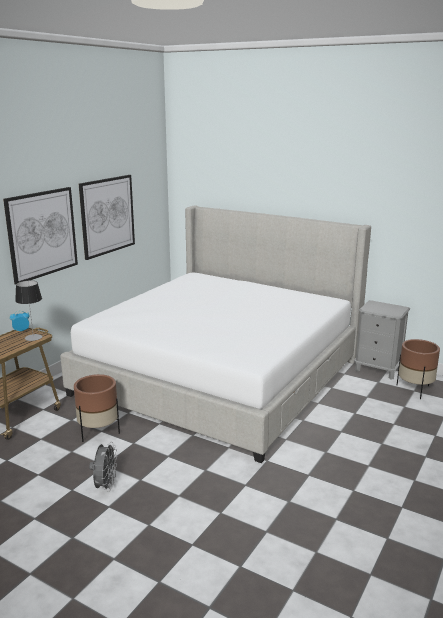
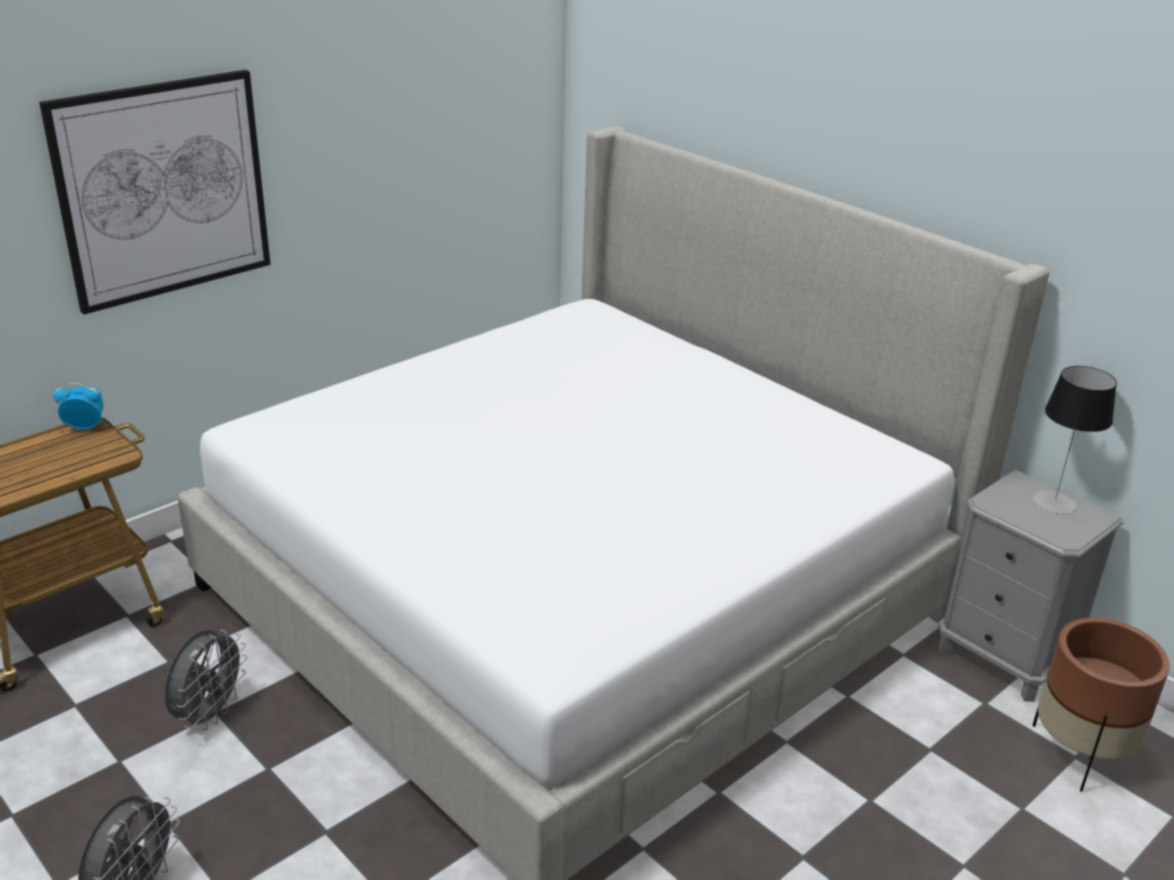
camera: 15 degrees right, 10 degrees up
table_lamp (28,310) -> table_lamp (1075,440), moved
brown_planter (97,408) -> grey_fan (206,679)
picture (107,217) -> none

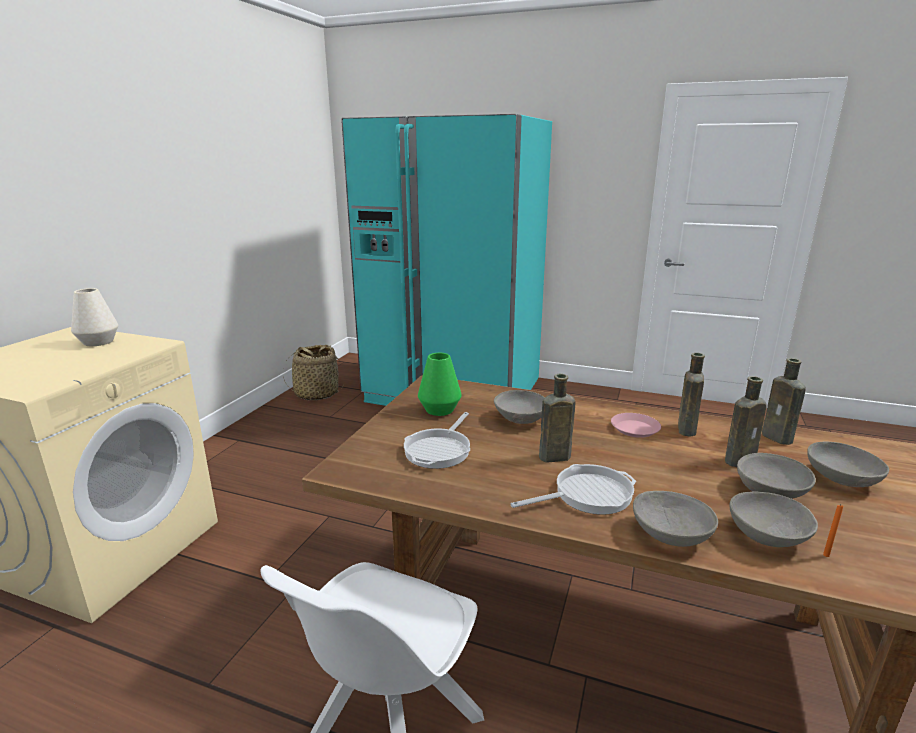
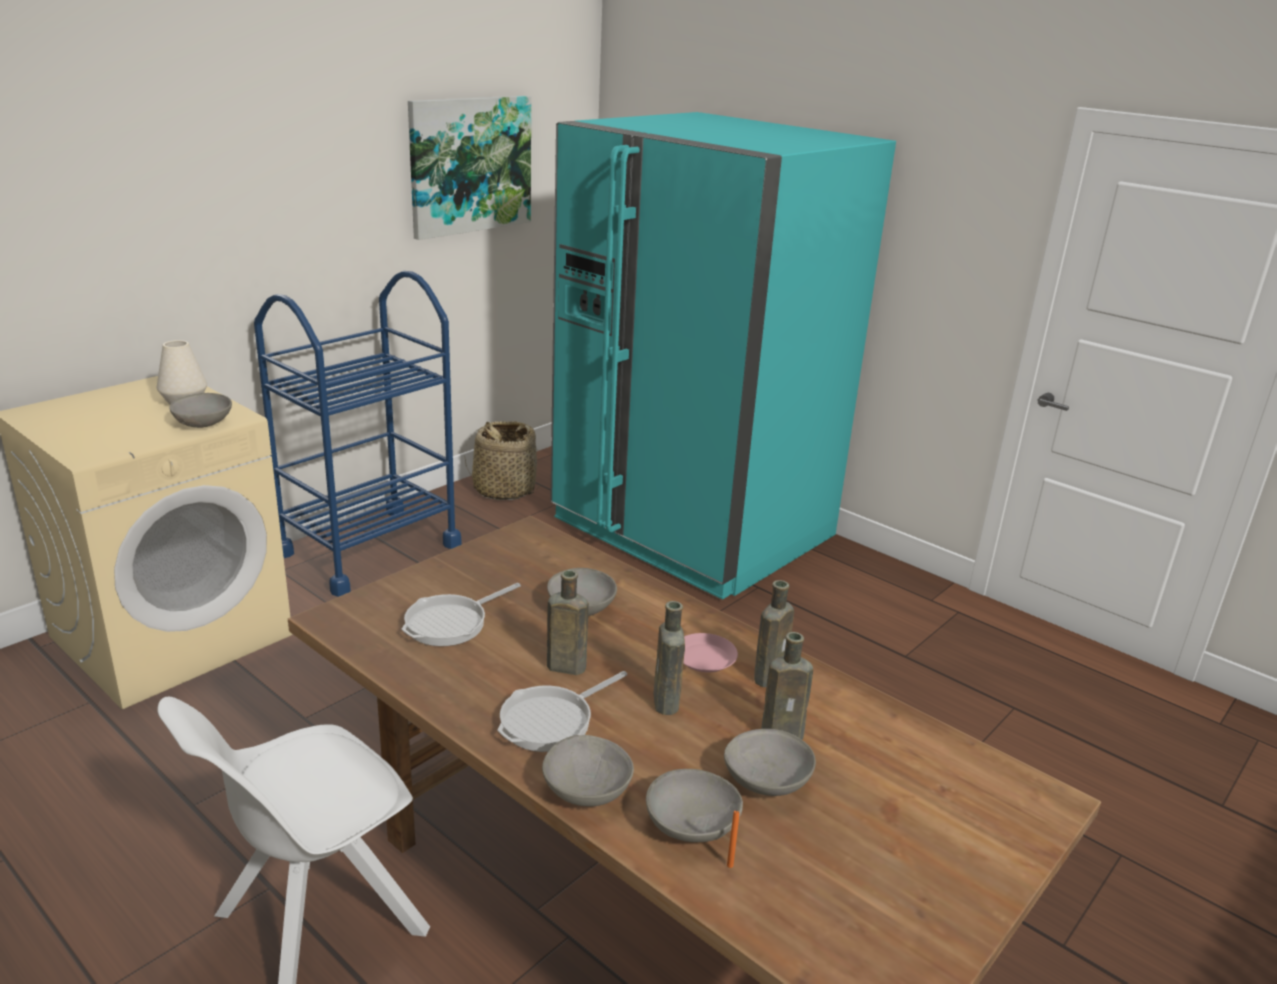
camera: 20 degrees right, 5 degrees up
green_vase (440,384) -> none
frying_pan (573,489) -> frying_pan (562,711), 135 degrees clockwise
brown_bottle (784,401) -> brown_bottle (669,658), moved
grey_bowl (848,464) -> grey_bowl (200,410), moved
none -> blue_cart (358,434)
none -> picture (469,168)

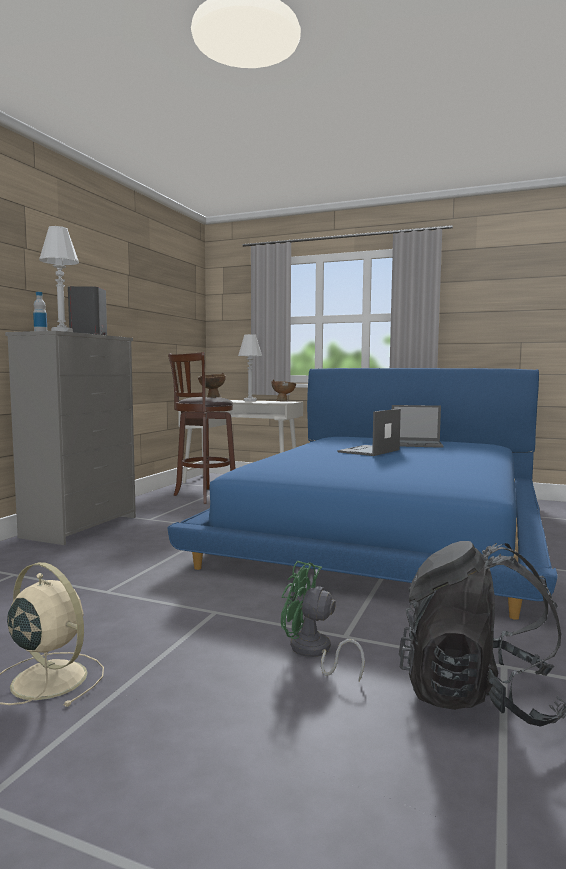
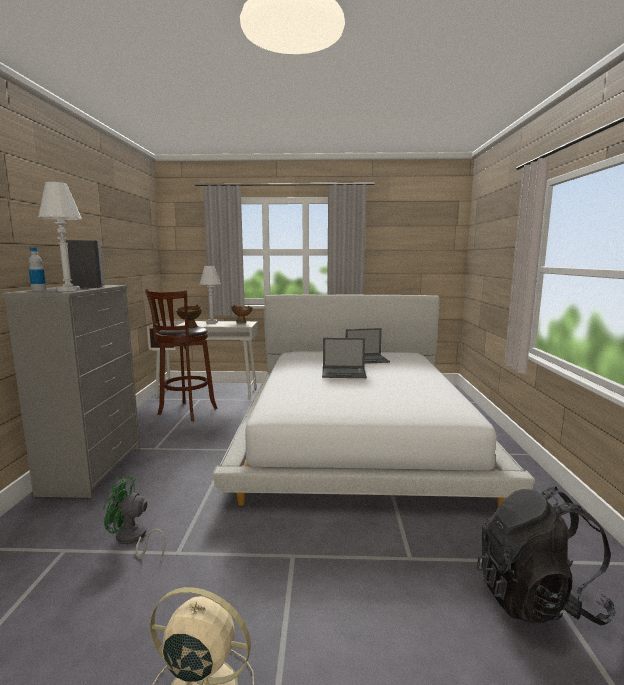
camera: 20 degrees left, 5 degrees up
blue_bed (363,494) -> white_bed (374,401)
green_fan (323,621) -> green_fan (134,516), moved
laptop (369,432) -> laptop (344,358), 105 degrees counterclockwise

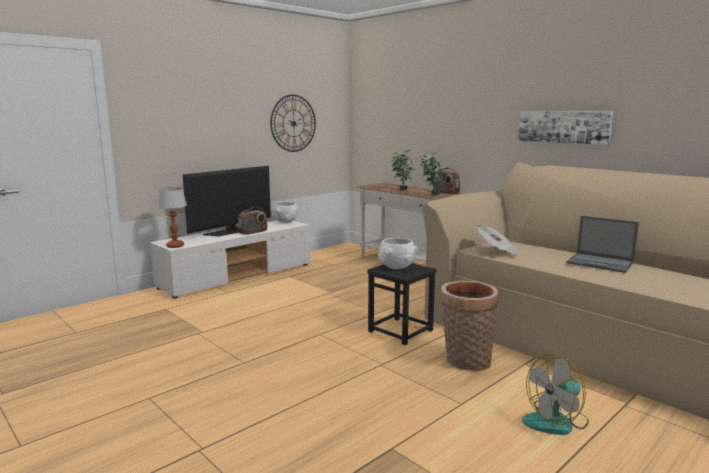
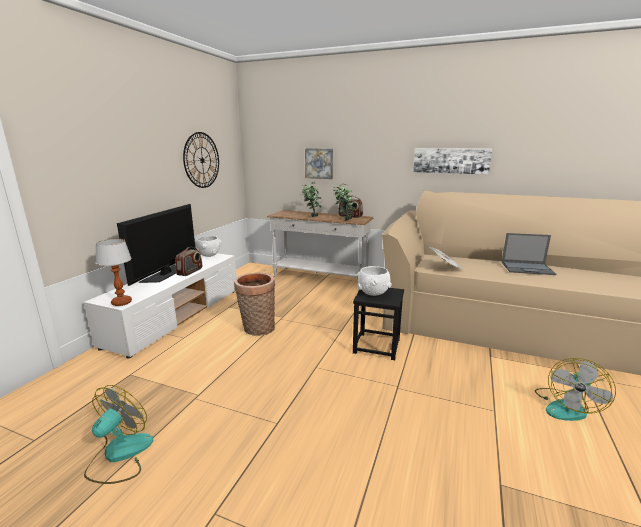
camera: 25 degrees left, 5 degrees up
basket (469,326) -> basket (254,304), moved
none -> fan (118,434)
none -> picture (319,163)

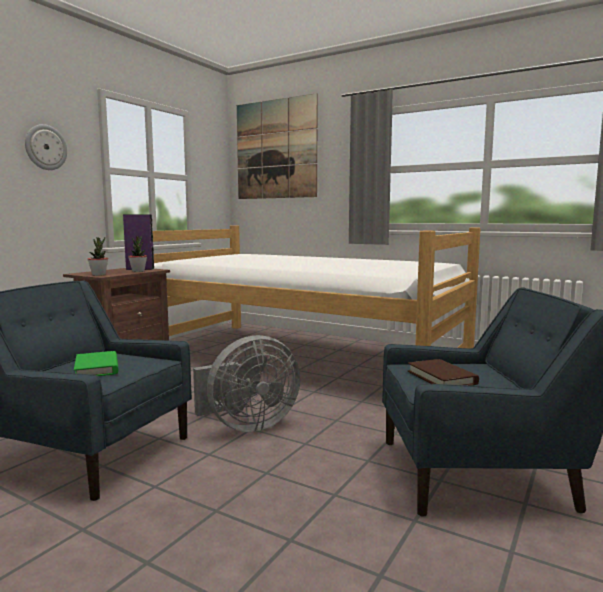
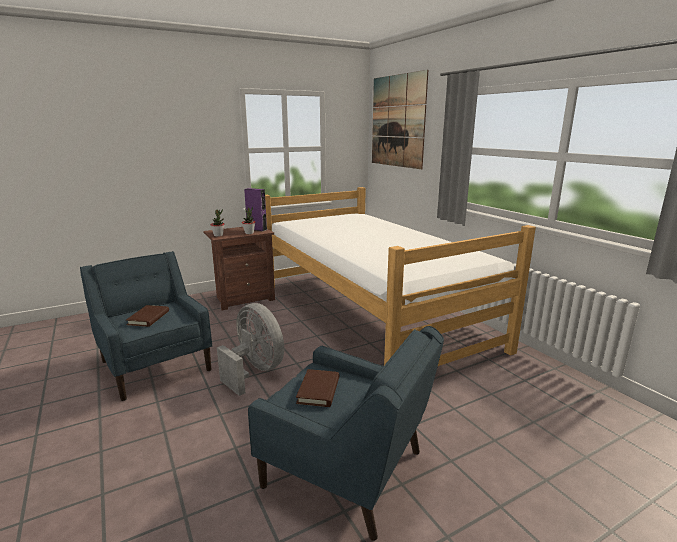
camera: 30 degrees right, 10 degrees up
wall_clock (46,147) -> none
green_book (96,363) -> brown_book (147,316)
grey_fan (246,383) -> grey_fan (250,349), 135 degrees counterclockwise

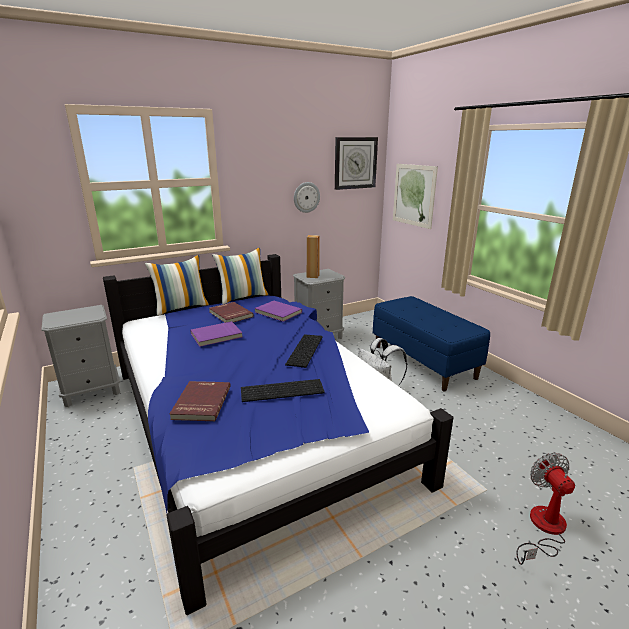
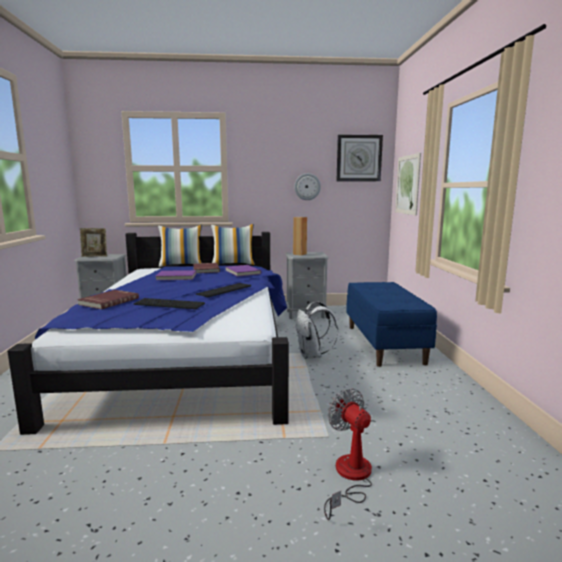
camera: 25 degrees right, 10 degrees down
fan (546,509) -> fan (348,454), 45 degrees counterclockwise
none -> picture_frame (93,242)

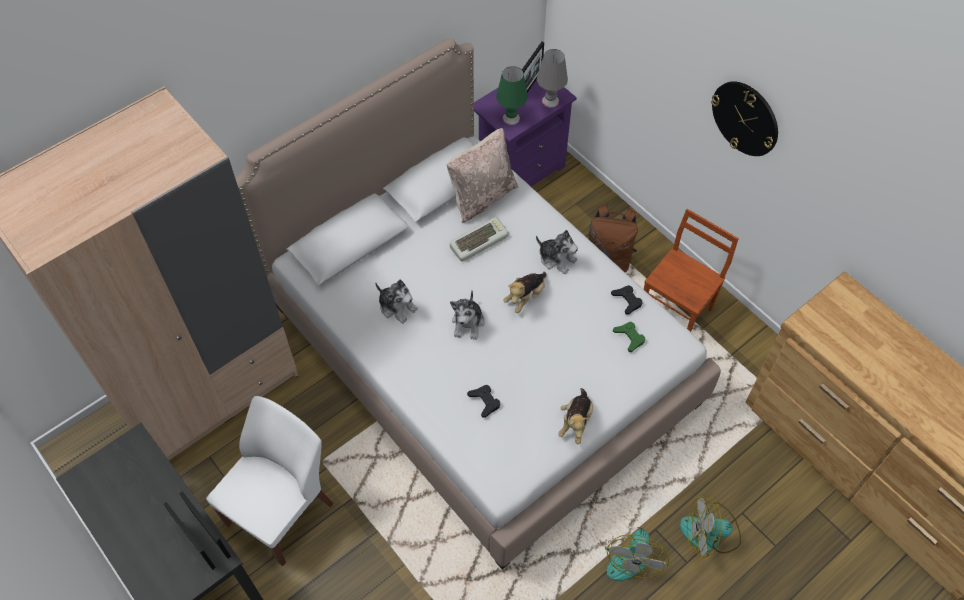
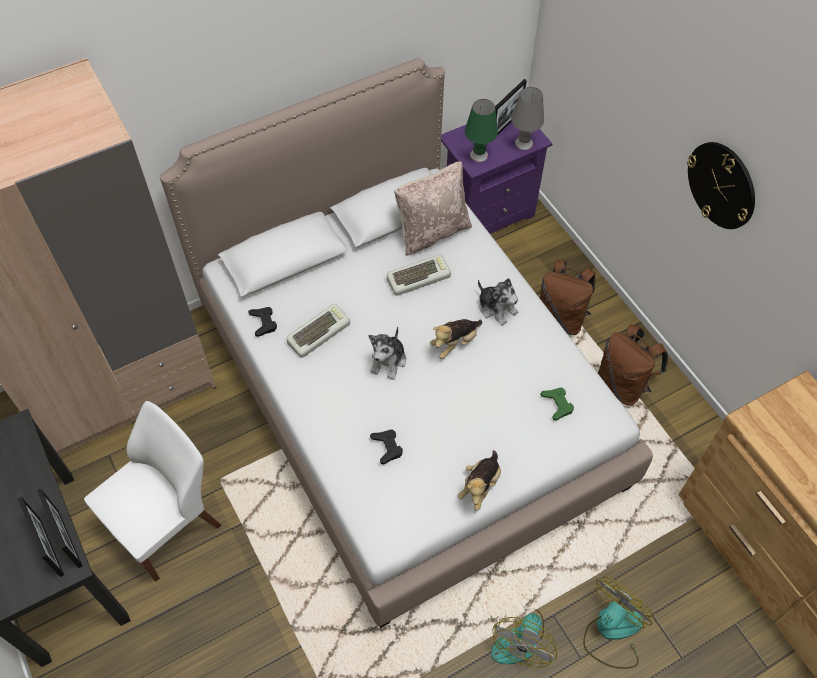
camera: 10 degrees right, 0 degrees up
plush_toy (396,302) -> keyboard (318,331)
black_game_controller (627,300) -> black_game_controller (262,322), moved
brown_chair (691,270) -> brown_backpack (633,365)
fan (710,526) -> fan (618,623), 120 degrees clockwise

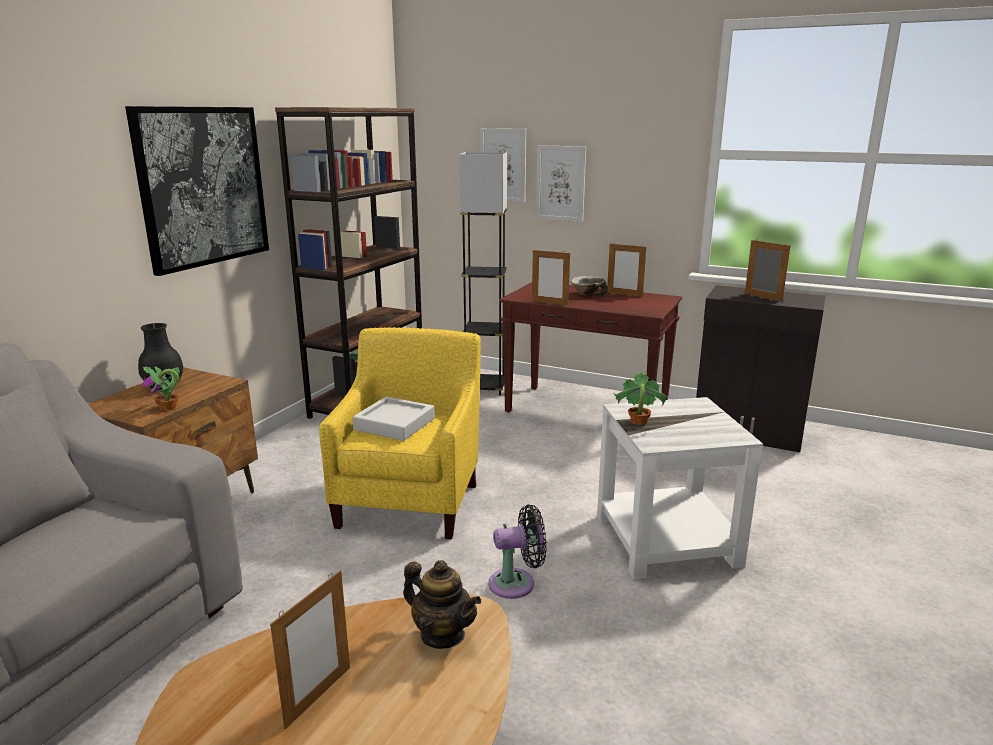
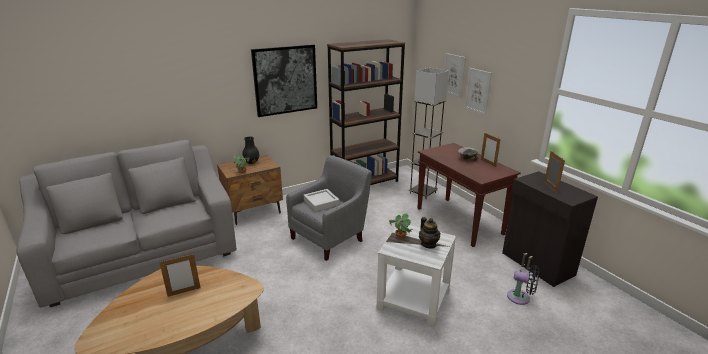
camera: 35 degrees right, 5 degrees up
yellow_armchair (400,433) -> grey_armchair (329,208)
teapot (442,604) -> teapot (429,233), moved
black_fan (518,551) -> black_fan (523,285), moved
picture_frame (551,277) -> none

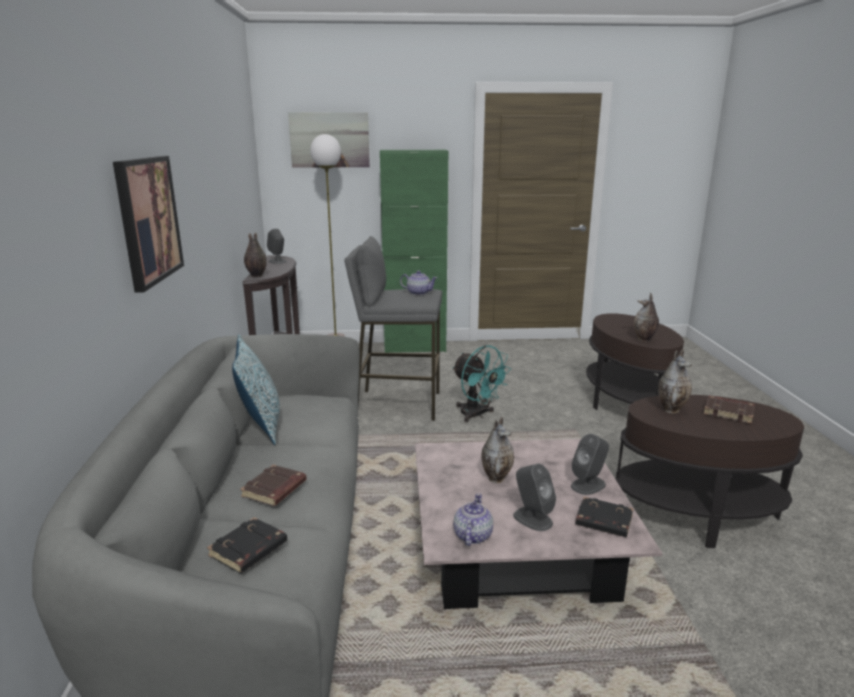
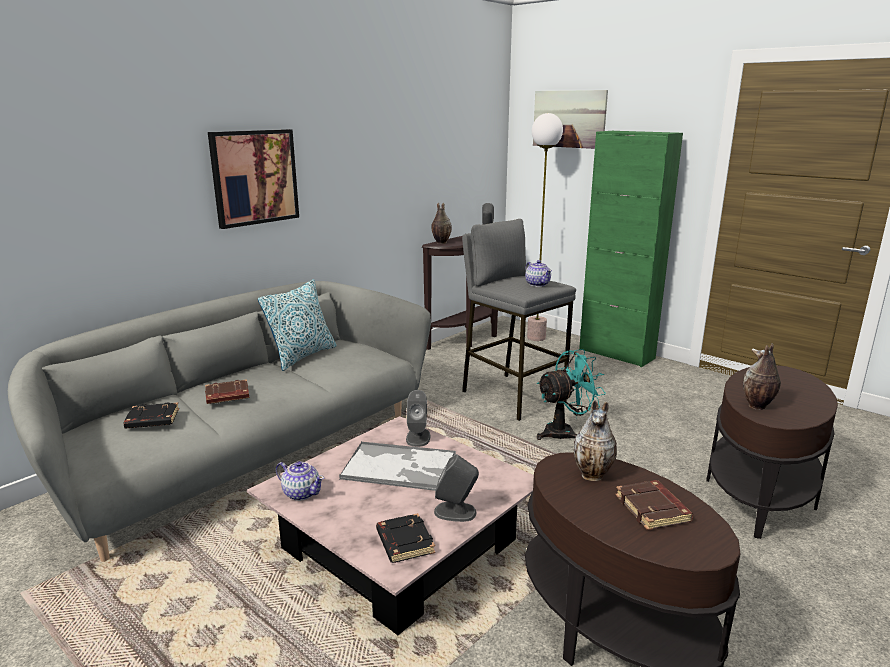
camera: 45 degrees right, 0 degrees up
turquoise_fan (481,383) -> turquoise_fan (571,394), 120 degrees counterclockwise
teapot (473,519) -> teapot (300,481), 60 degrees clockwise
vase (498,450) -> tray (397,466)
grey_speaker (534,497) -> grey_speaker (418,418), moved

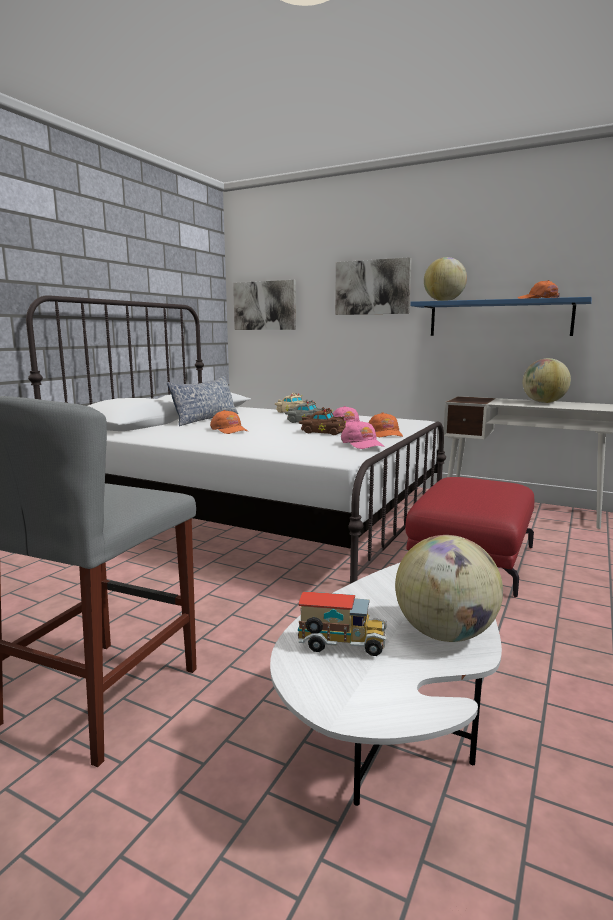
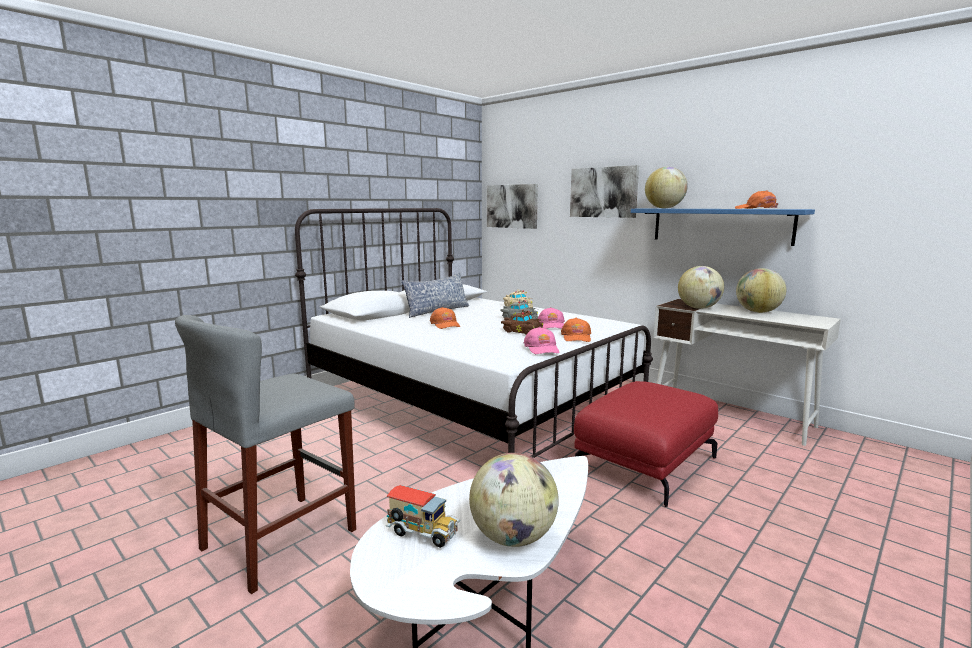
camera: 15 degrees right, 0 degrees up
none -> globe (701,287)

